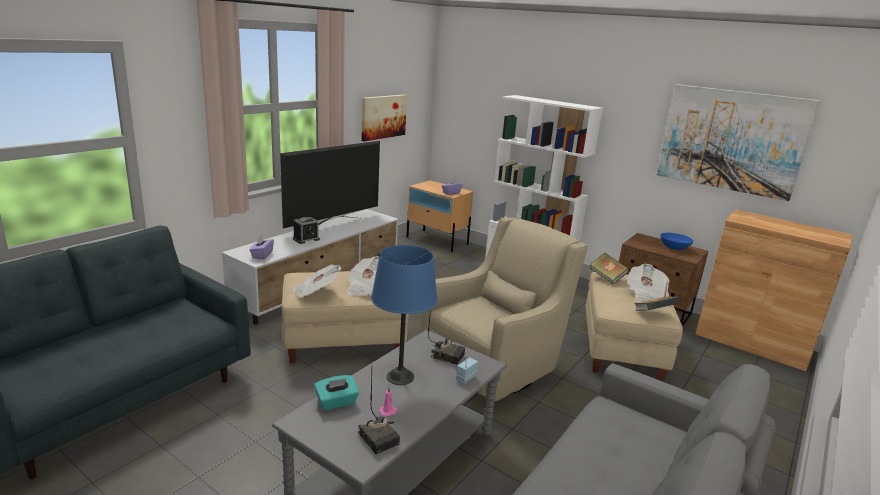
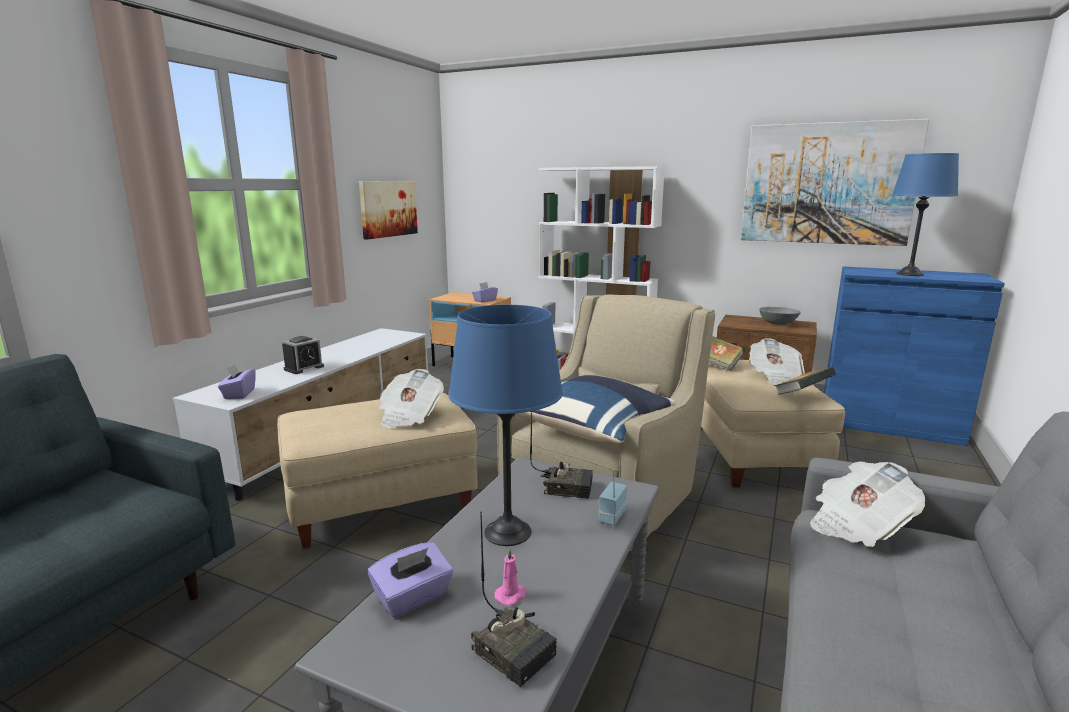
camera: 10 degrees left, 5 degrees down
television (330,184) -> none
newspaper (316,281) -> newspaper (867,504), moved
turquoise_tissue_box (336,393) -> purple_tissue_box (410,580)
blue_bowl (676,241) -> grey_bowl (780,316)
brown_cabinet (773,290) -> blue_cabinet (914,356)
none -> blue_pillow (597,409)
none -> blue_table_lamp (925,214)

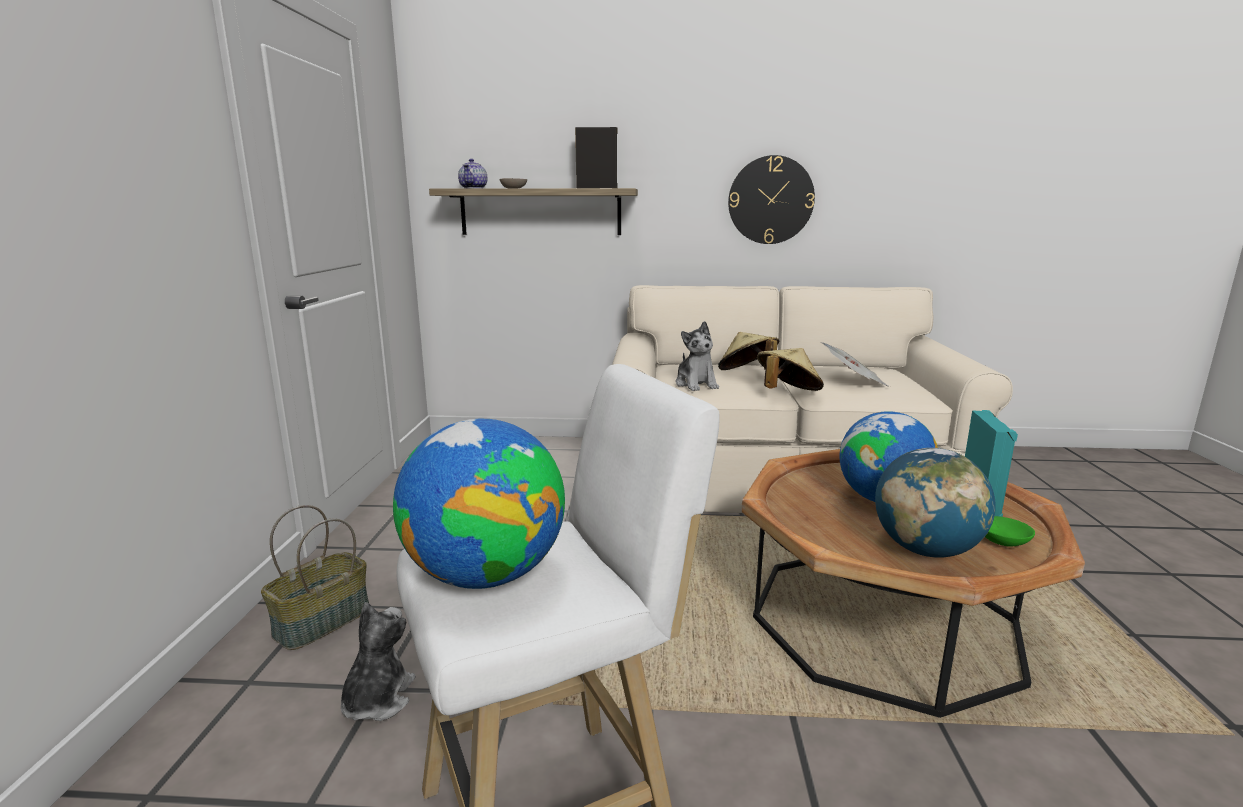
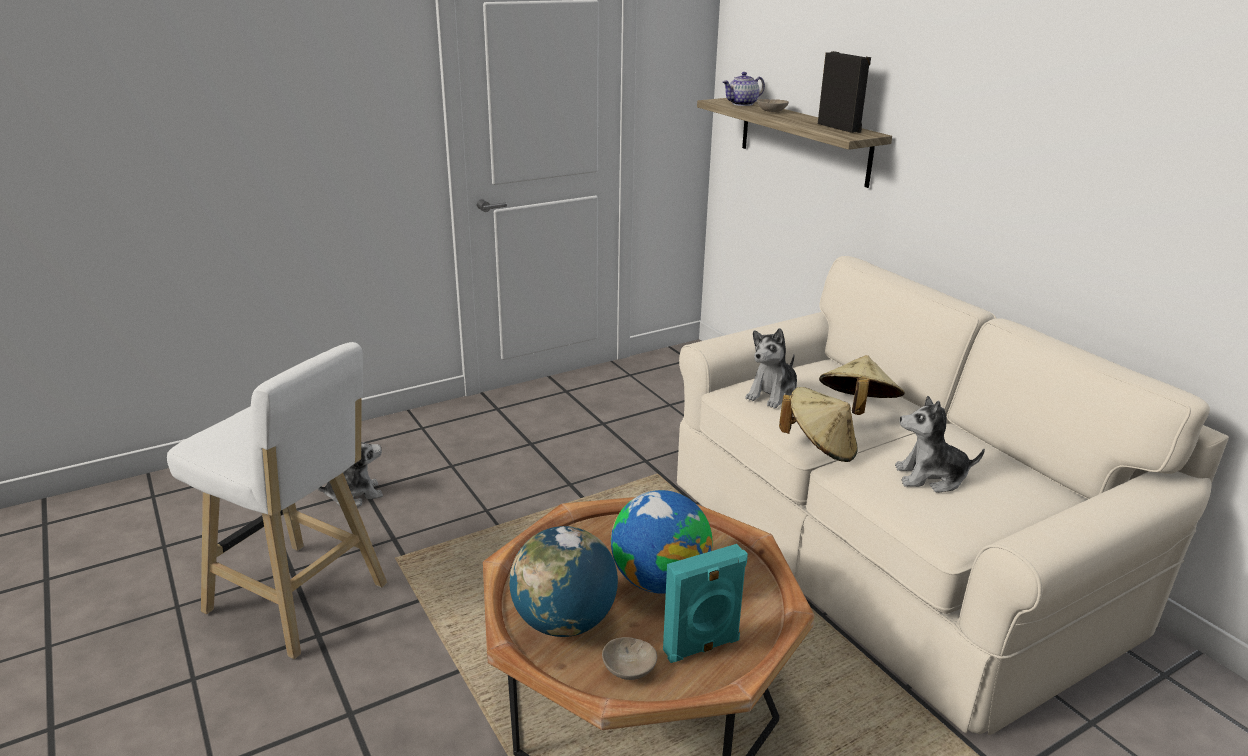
camera: 55 degrees right, 10 degrees up
basket (315,577) -> none
globe (479,504) -> none
wall_clock (771,199) -> none
newspaper (855,364) -> plush_toy (940,444)
green_bowl (1010,531) -> beige_bowl (629,658)

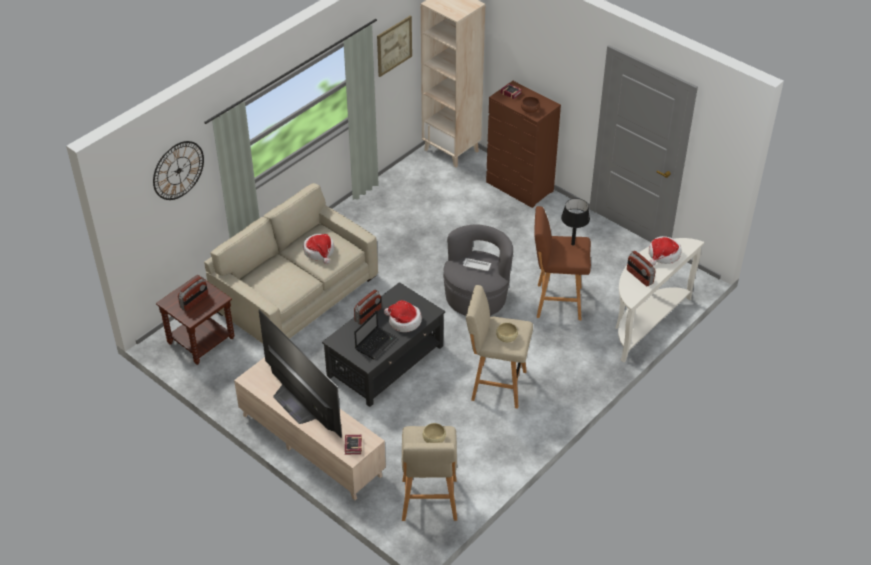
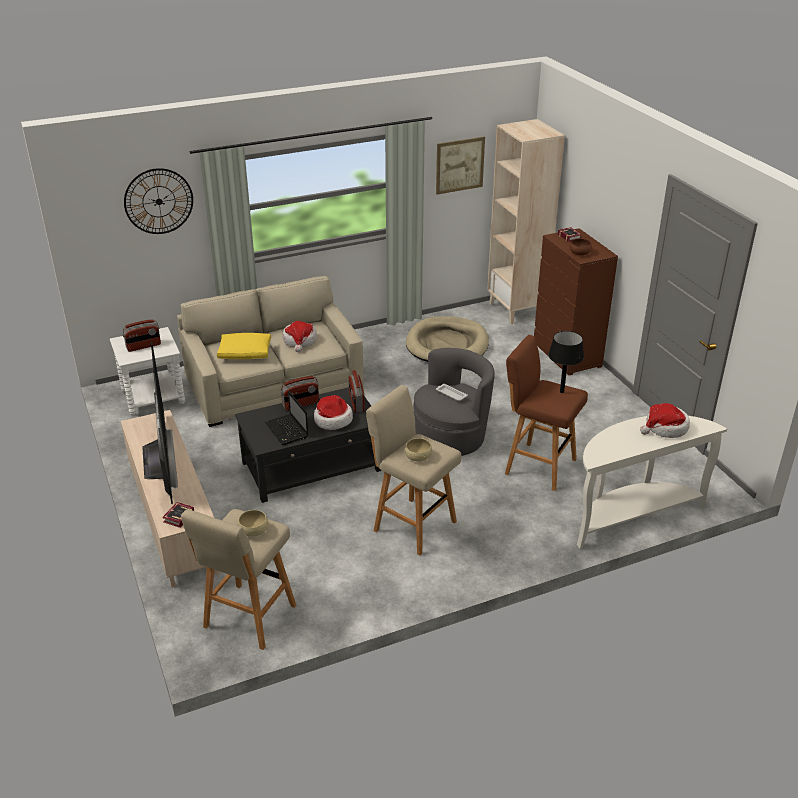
camera: 25 degrees right, 10 degrees down
brown_side_table (195,320) -> white_side_table (147,371)
laptop (375,334) -> laptop (286,418), 90 degrees clockwise
radio (641,268) -> radio (357,391), moved
none -> yellow_pillow (244,346)
none -> beige_dog_bed (447,339)

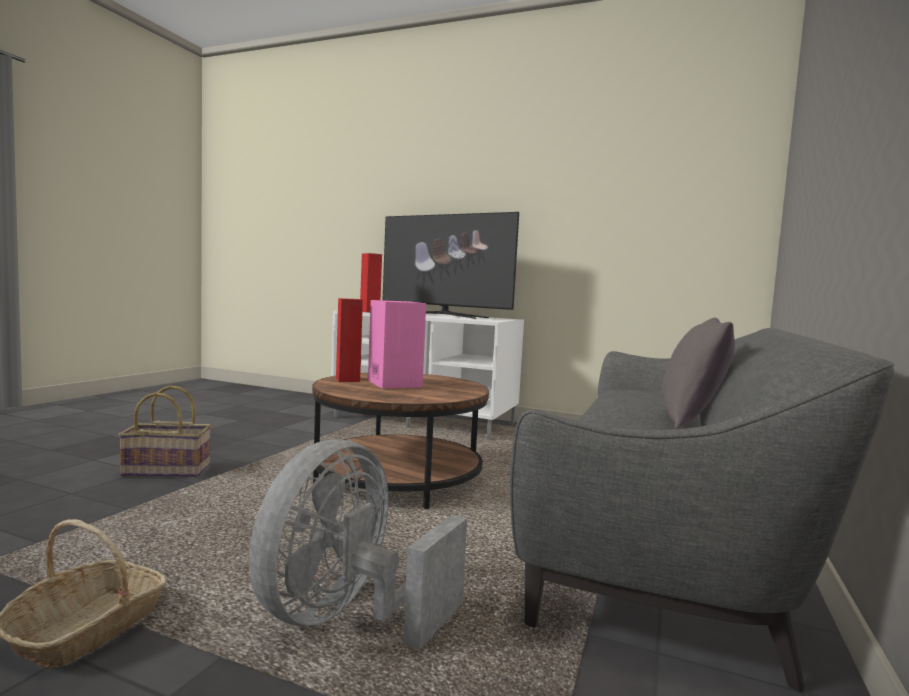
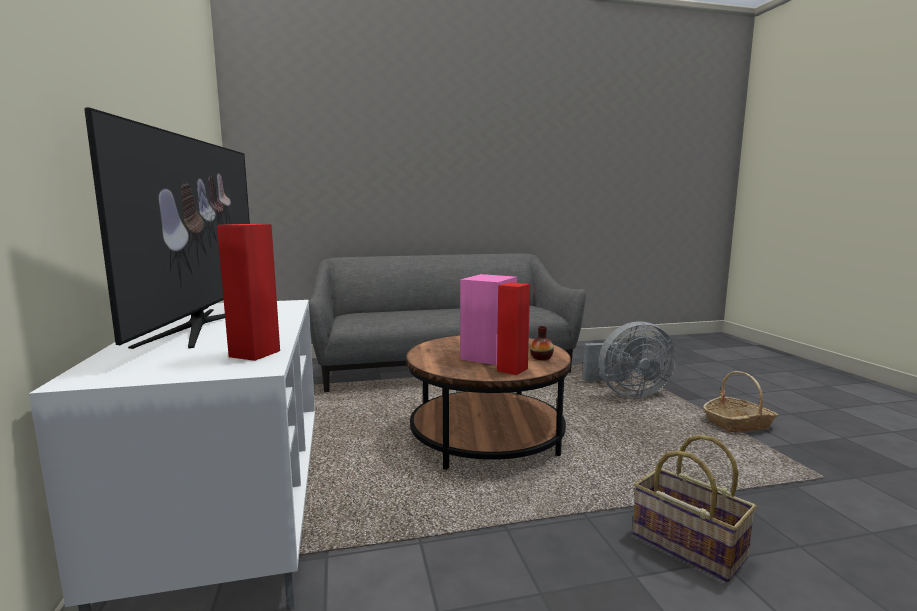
camera: 125 degrees left, 5 degrees up
grey_pillow (698,373) -> none
none -> vase (542,343)

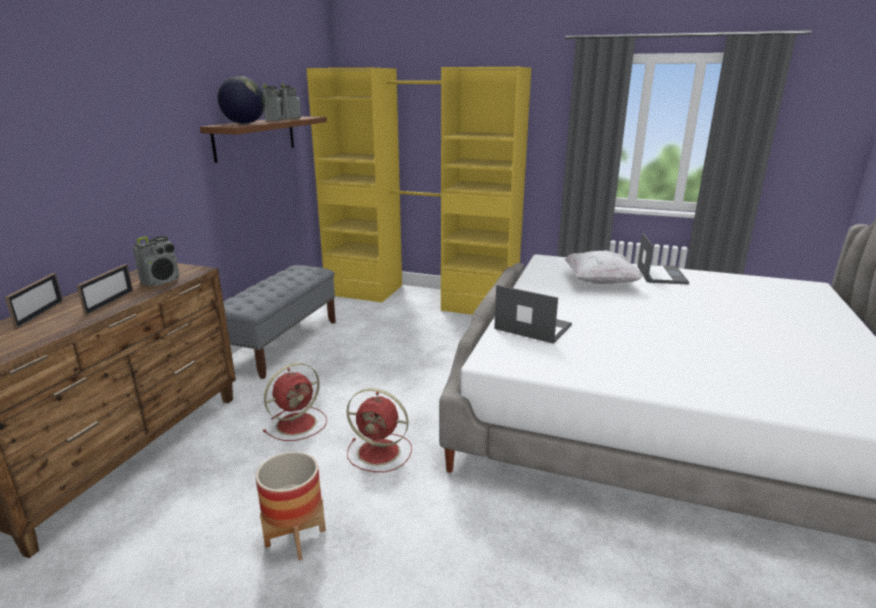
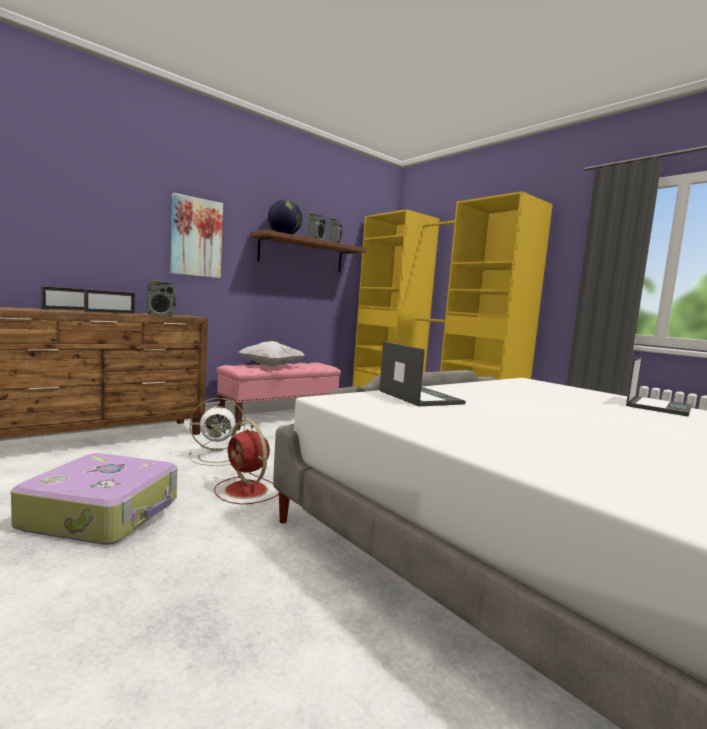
camera: 30 degrees right, 15 degrees down
grey_bench (280,322) -> pink_bench (278,396)
planter (291,506) -> suitcase (94,499)
red_fan (295,402) -> white_fan (217,432)
white_pillow (604,267) -> white_pillow (271,353), moved
none -> picture (196,235)

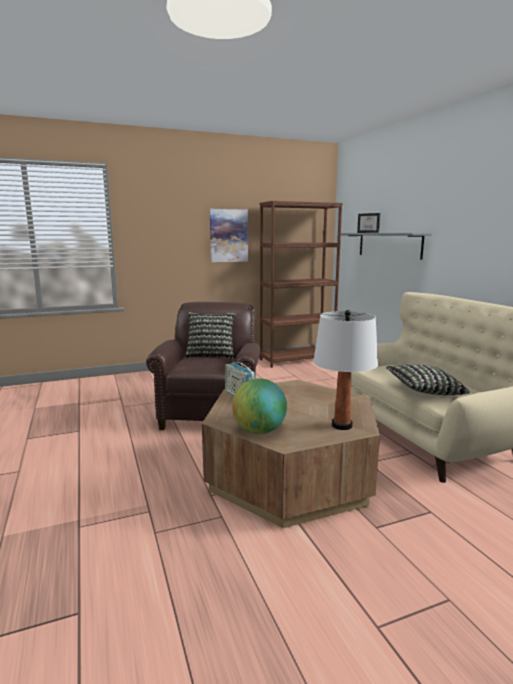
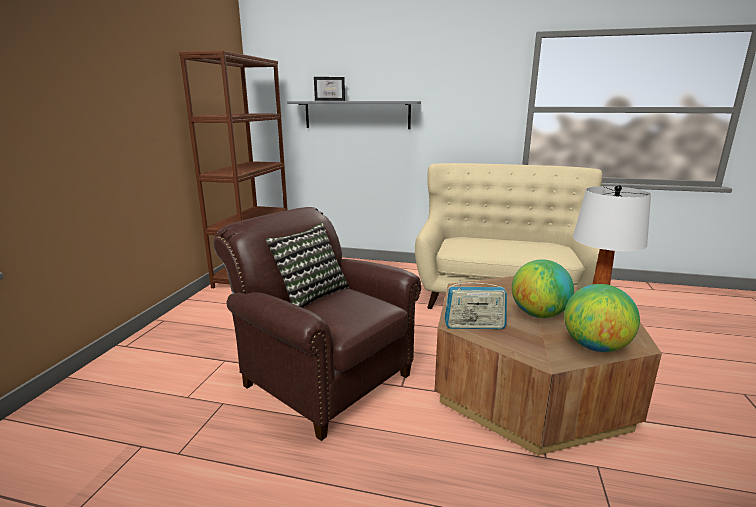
camera: 55 degrees left, 5 degrees up
picture (229,235) -> none
pillow (427,379) -> none
none -> globe (543,288)

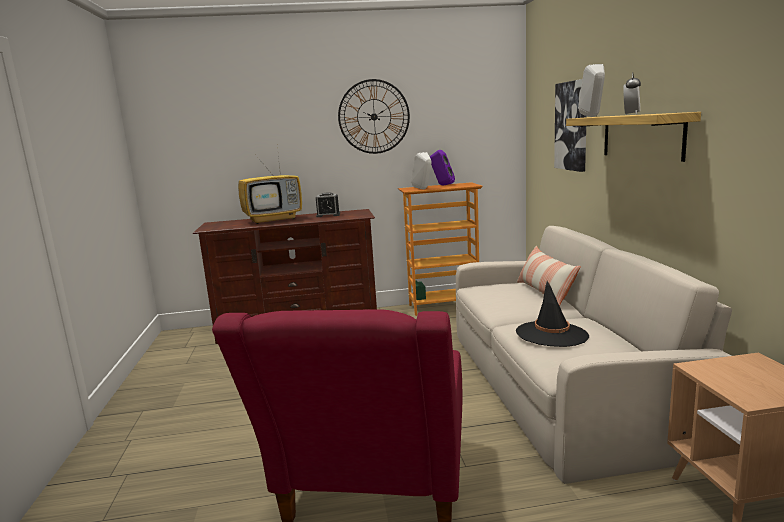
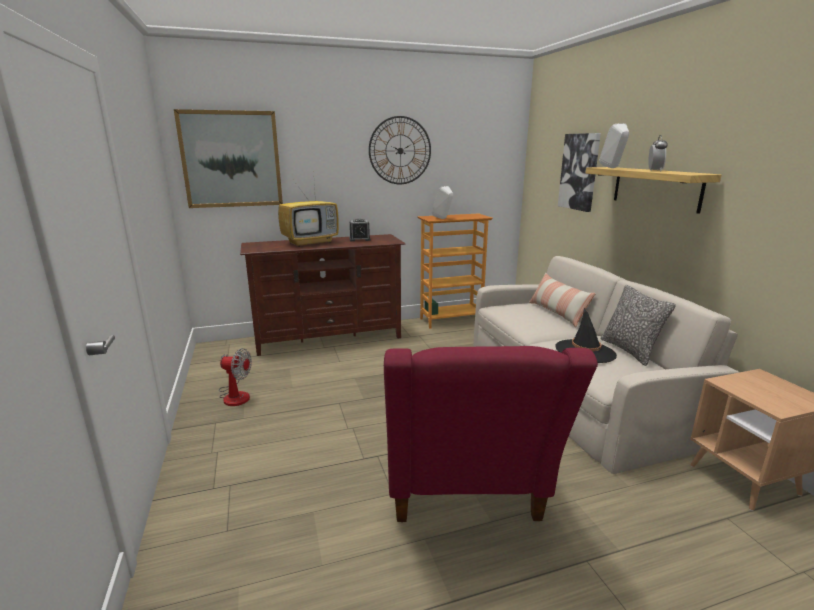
camera: 10 degrees left, 5 degrees up
purple_speaker (442,167) -> none
none -> picture (228,158)
none -> fan (235,377)
none -> pillow (638,325)

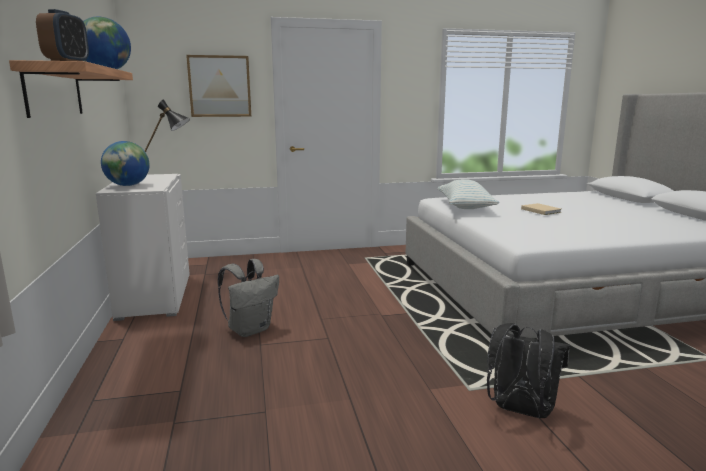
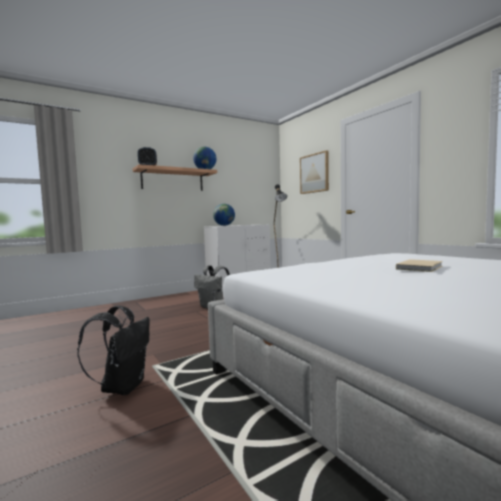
camera: 70 degrees right, 10 degrees down
pillow (468,194) -> none

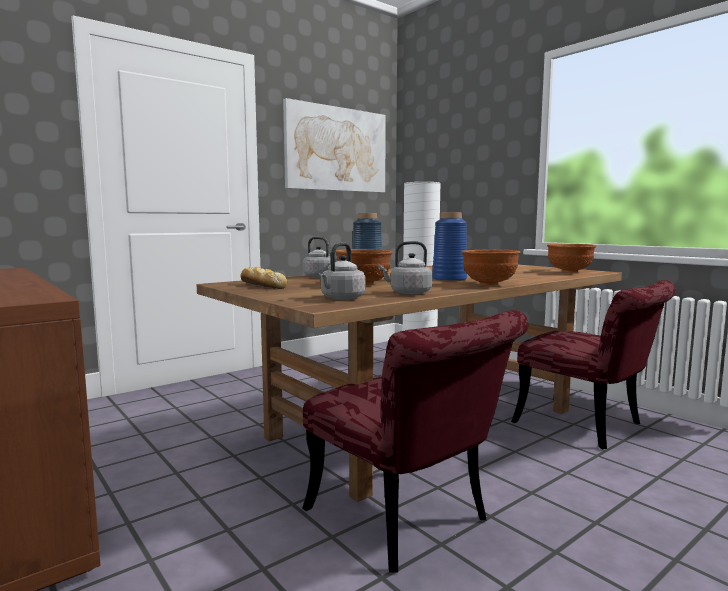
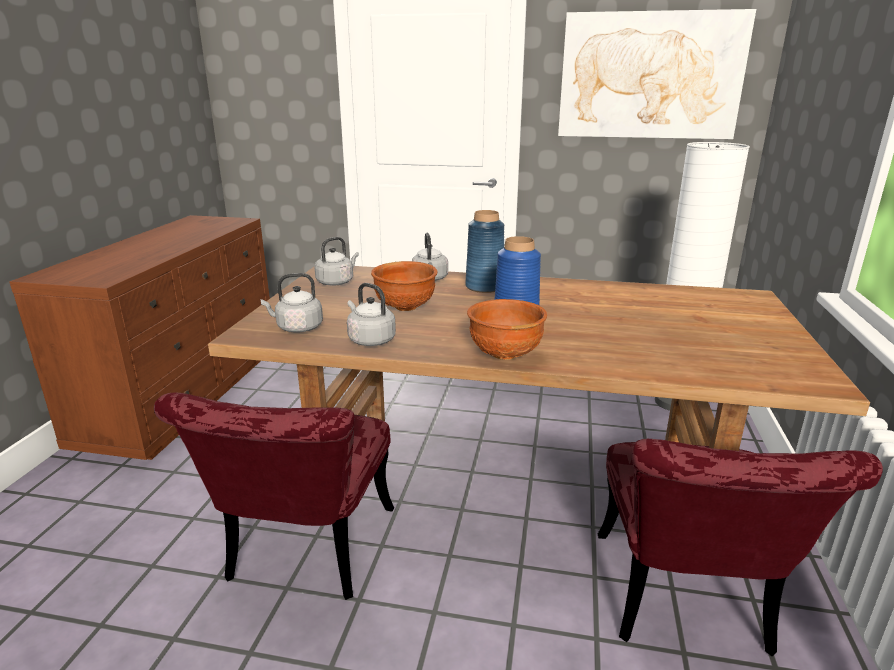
camera: 50 degrees right, 15 degrees up
bread (263,278) -> grey_kettle (336,261)
brown_bowl (571,258) -> none

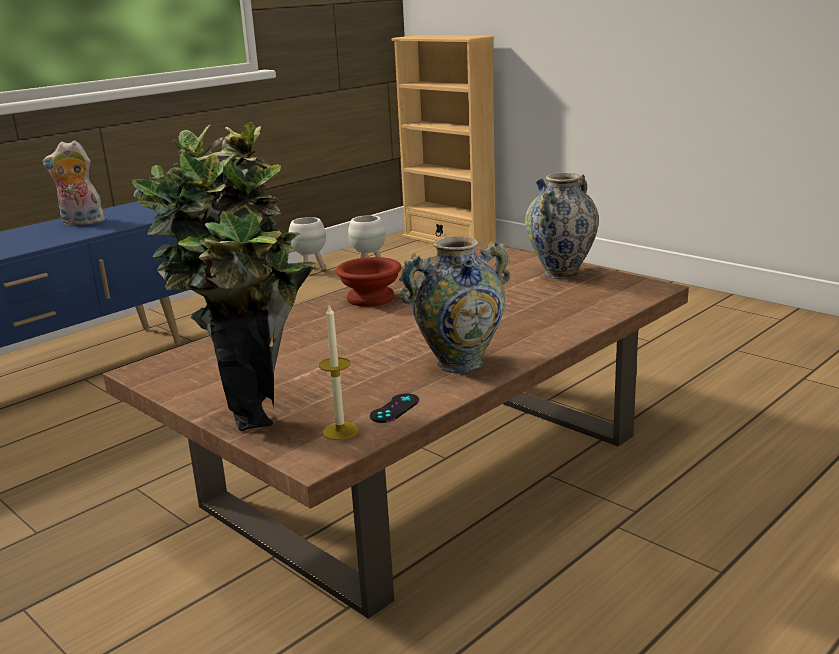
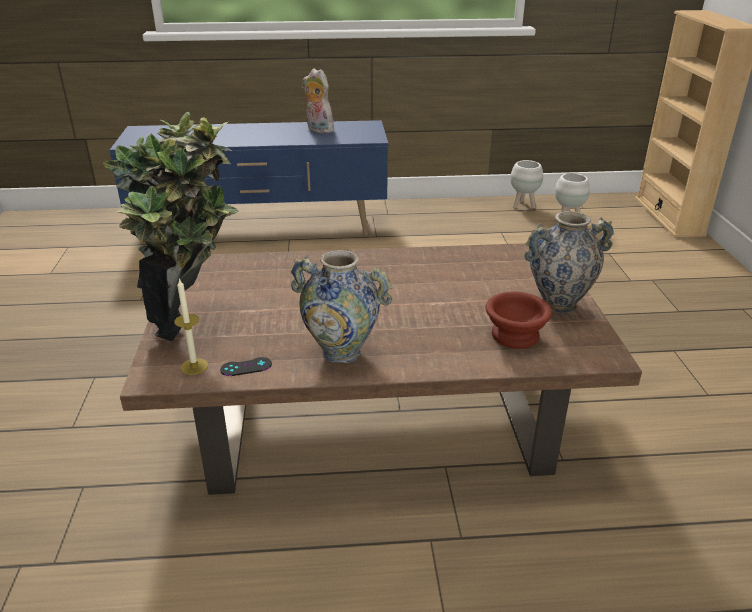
camera: 40 degrees right, 10 degrees up
brown_bowl (368,282) -> brown_bowl (519,320), moved

